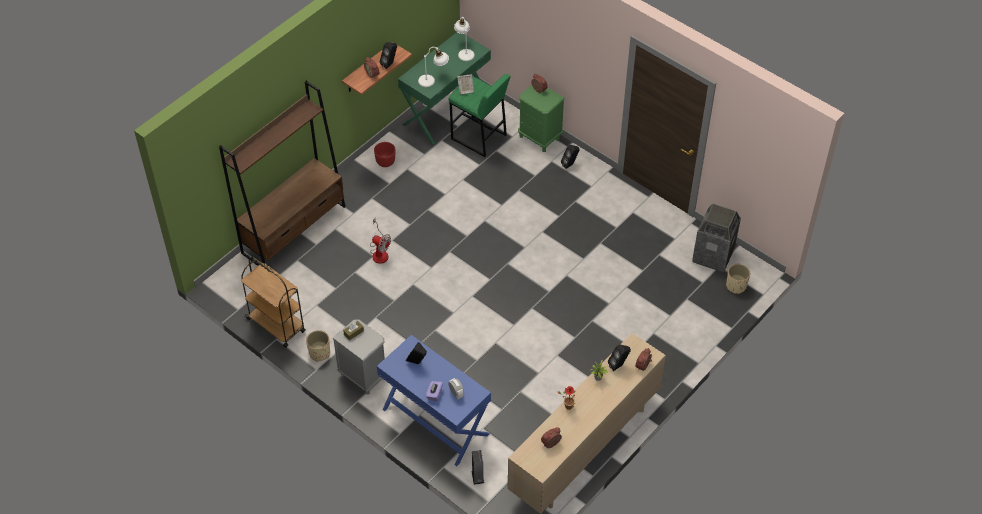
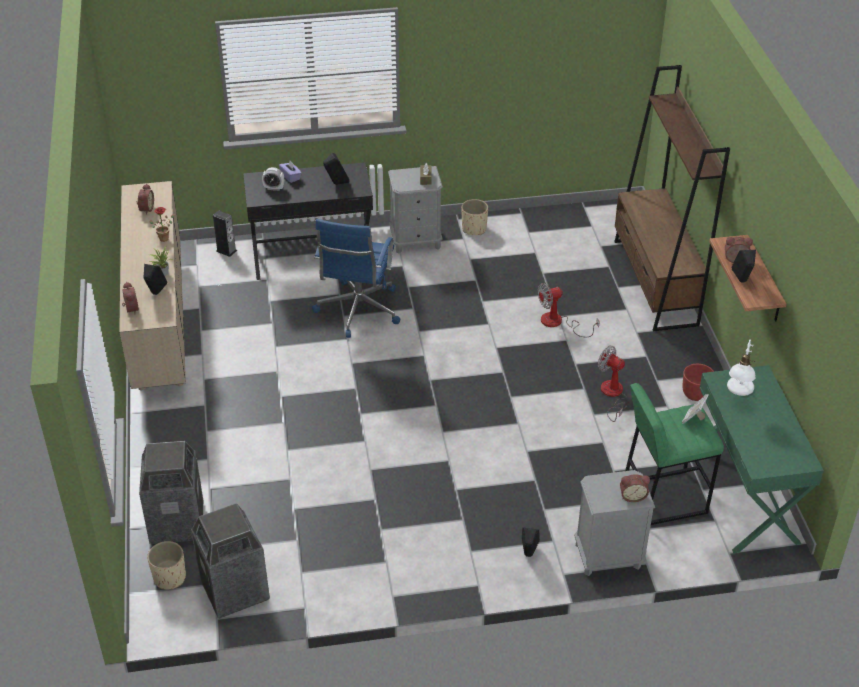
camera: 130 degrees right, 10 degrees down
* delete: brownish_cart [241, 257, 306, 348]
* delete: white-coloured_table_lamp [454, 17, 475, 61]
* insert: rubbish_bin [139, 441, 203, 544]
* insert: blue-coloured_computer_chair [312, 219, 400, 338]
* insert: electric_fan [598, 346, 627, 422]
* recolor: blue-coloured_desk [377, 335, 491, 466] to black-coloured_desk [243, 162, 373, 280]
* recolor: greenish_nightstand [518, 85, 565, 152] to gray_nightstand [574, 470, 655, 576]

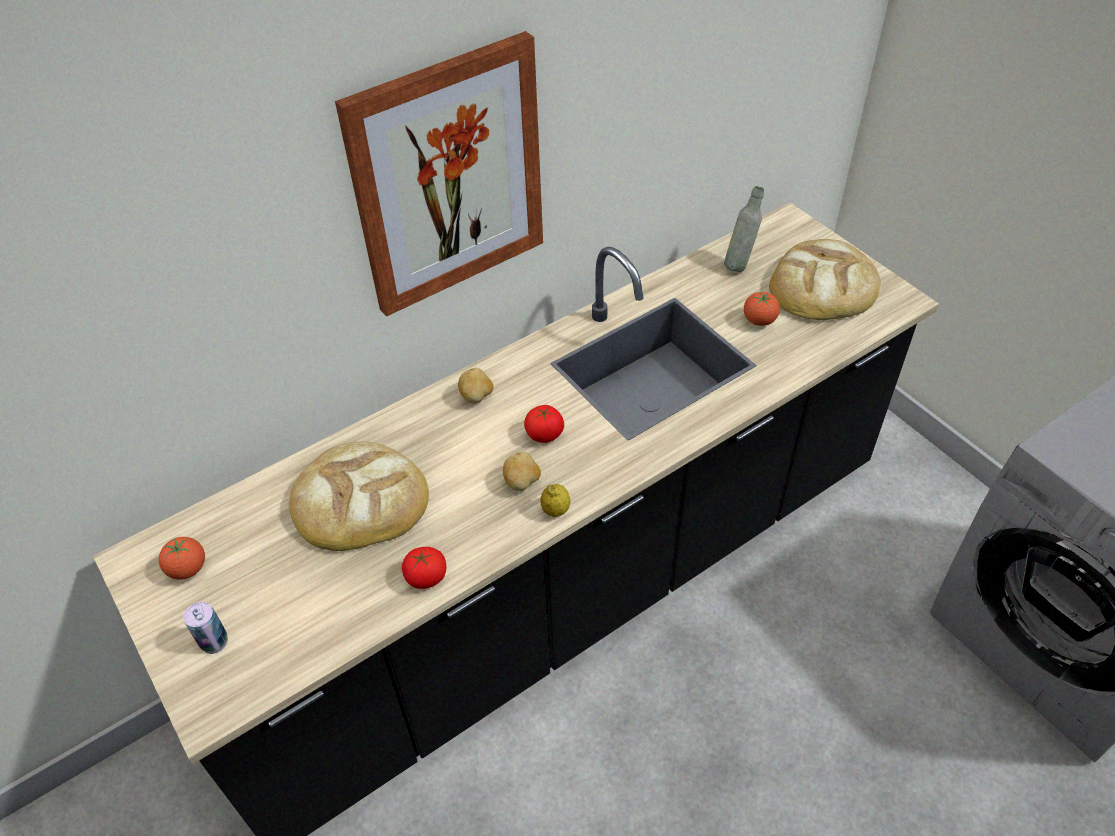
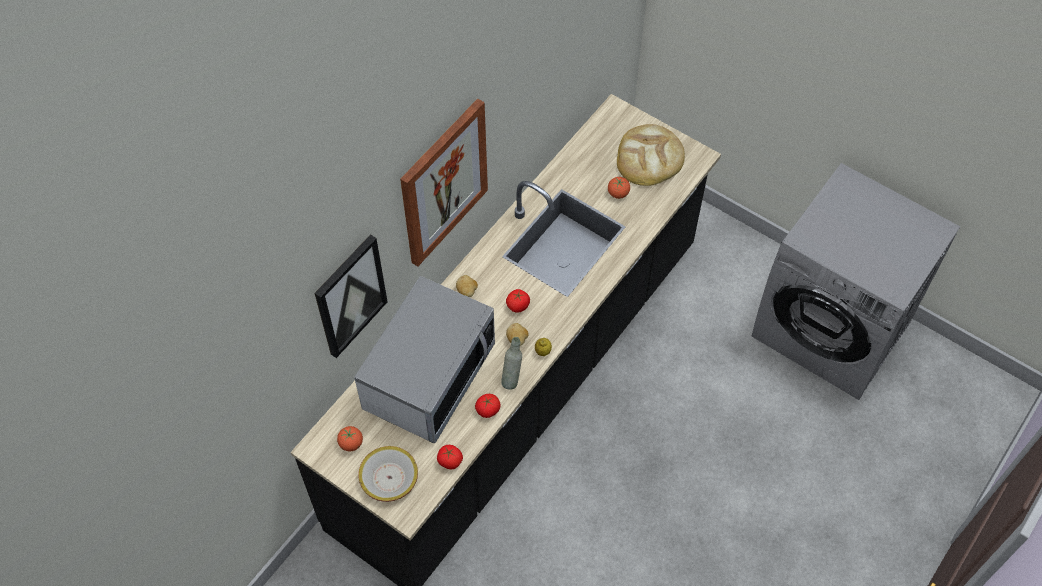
camera: 20 degrees left, 10 degrees up
* insert: wall_picture [315, 234, 388, 358]
* insert: tomato [437, 445, 463, 469]
* move: gray_beverage_bottle [724, 186, 764, 272] to [501, 337, 522, 390]
* replace: sealed_can [183, 602, 228, 654] to serving_bowl [358, 446, 418, 502]
* replace: bakery_bread [289, 442, 429, 551] to microwave_oven [354, 276, 495, 443]

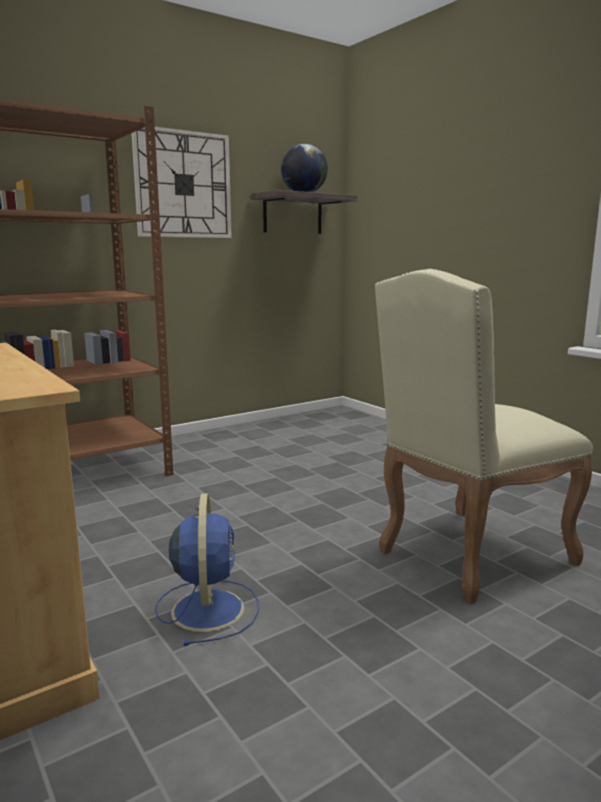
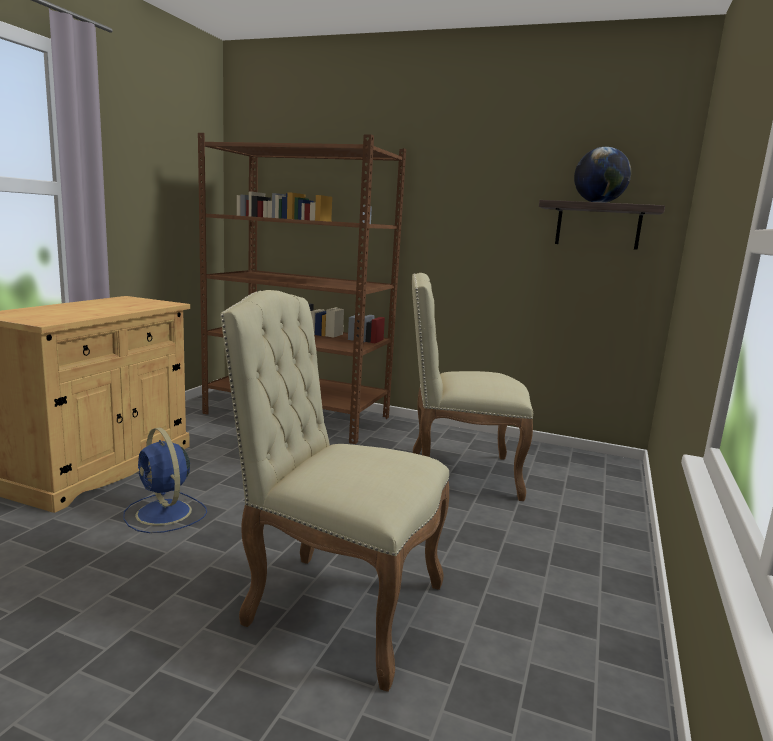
camera: 55 degrees right, 0 degrees up
* delete: hanging_clock [131, 127, 232, 238]
* insert: beige_chair [412, 273, 533, 501]
* rotate: blue-coloured_electric_fan [155, 493, 259, 646] = [123, 427, 207, 533] 90 degrees clockwise

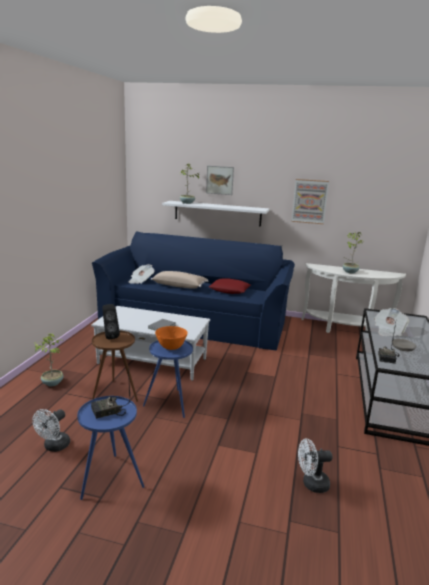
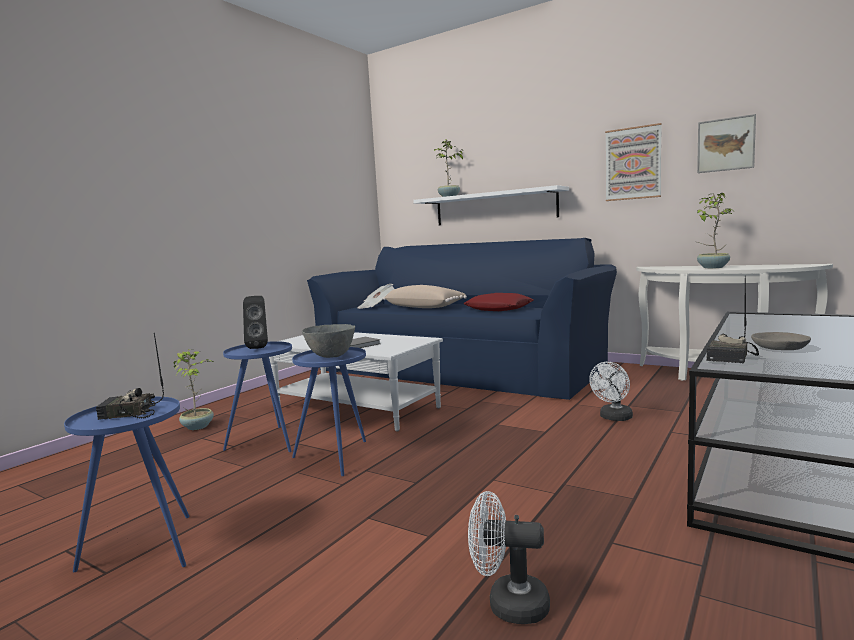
camera: 20 degrees right, 10 degrees down
* delete: daily_paper [374, 308, 410, 336]
* move: white-coloured_electric_fan [32, 409, 70, 452] to [589, 362, 633, 421]
* move: wall_picture [206, 166, 234, 195] to [697, 114, 756, 173]
* recolor: brownish_end_table [92, 330, 138, 402] to blue-coloured_end_table [223, 341, 292, 452]
* recolor: orange-coloured_serving_bowl [155, 326, 188, 350] to gray_serving_bowl [302, 324, 355, 358]

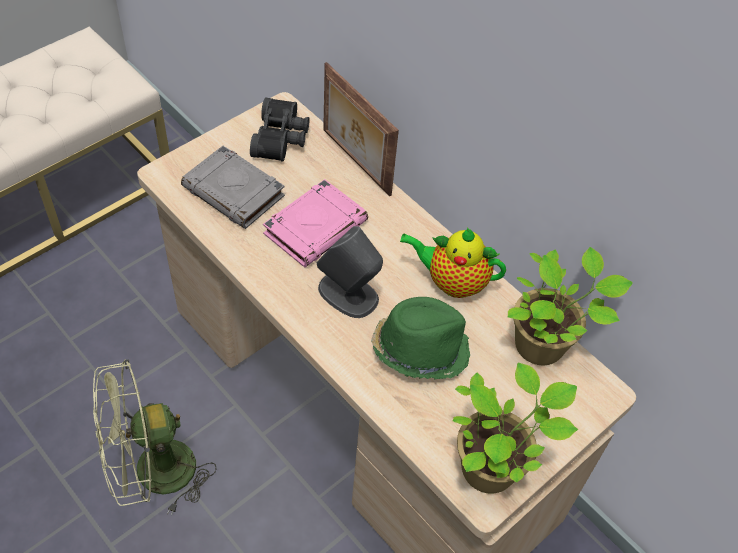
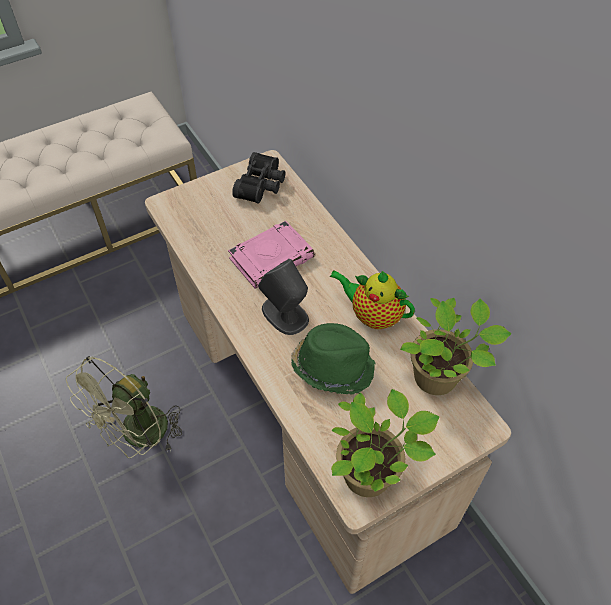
camera: 15 degrees right, 0 degrees up
* delete: gray_volume [181, 146, 285, 229]
* delete: standing_frame [323, 62, 399, 196]
* rotate: greenish_electric_fan [93, 360, 216, 516] = [66, 356, 182, 458] 45 degrees counterclockwise

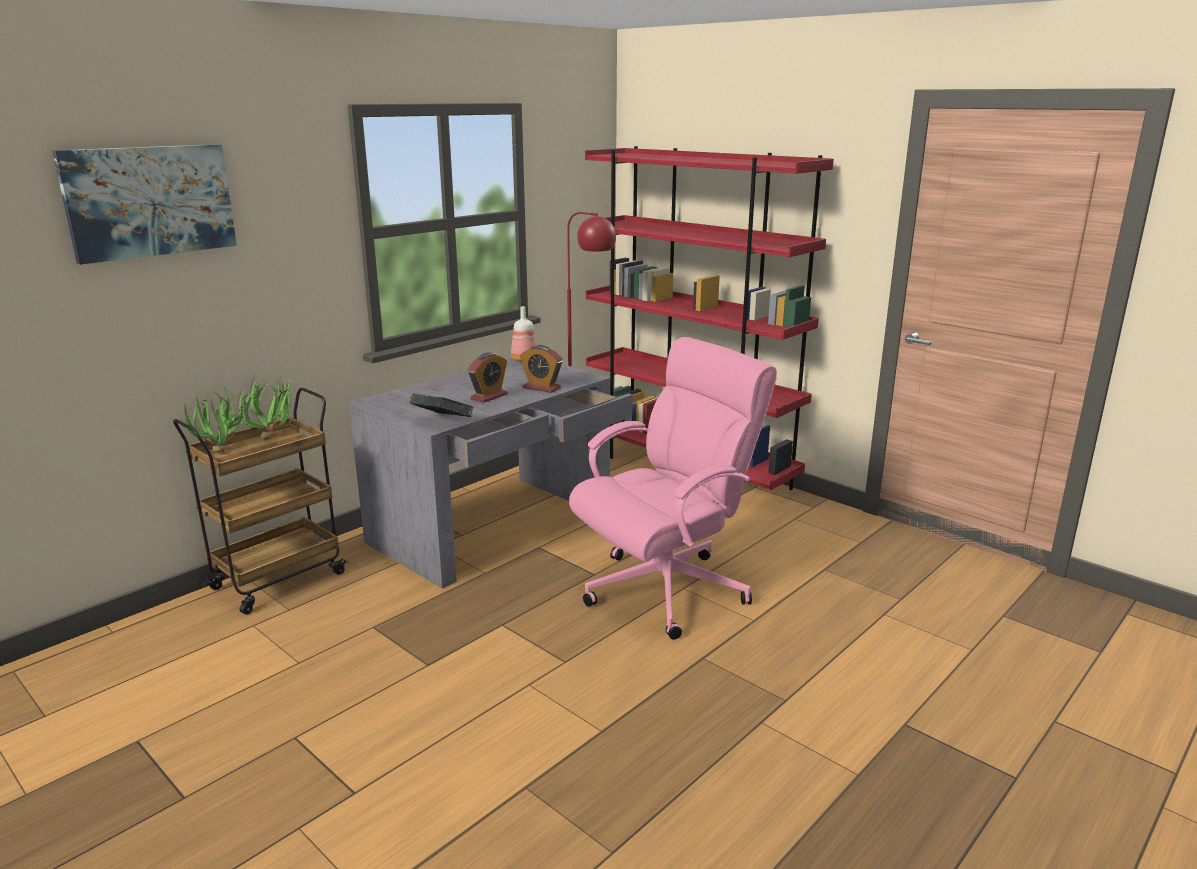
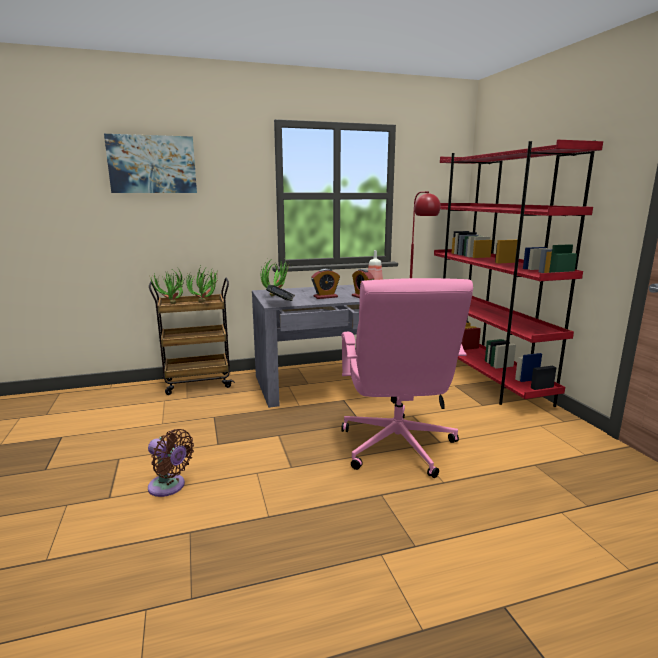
camera: 30 degrees right, 5 degrees down
* insert: brownish_electric_fan [148, 429, 194, 497]
* insert: houseplant [261, 260, 289, 296]
* rotate: pink-coloured_computer_chair [569, 337, 777, 639] = [341, 278, 473, 478] 90 degrees clockwise

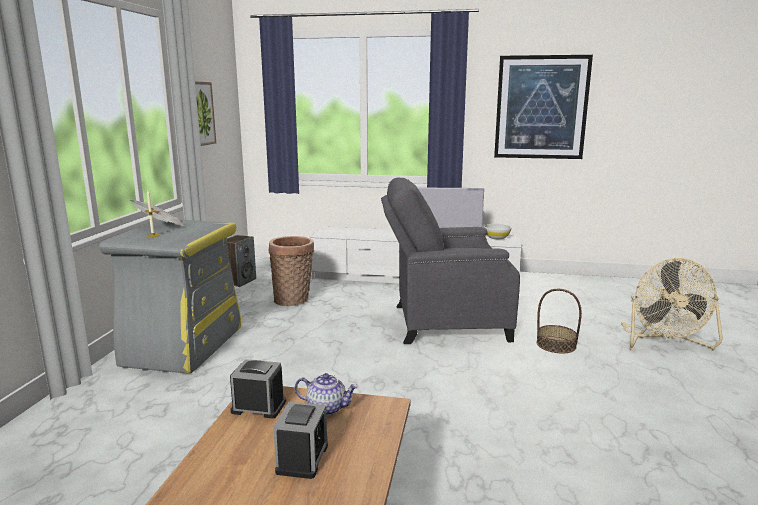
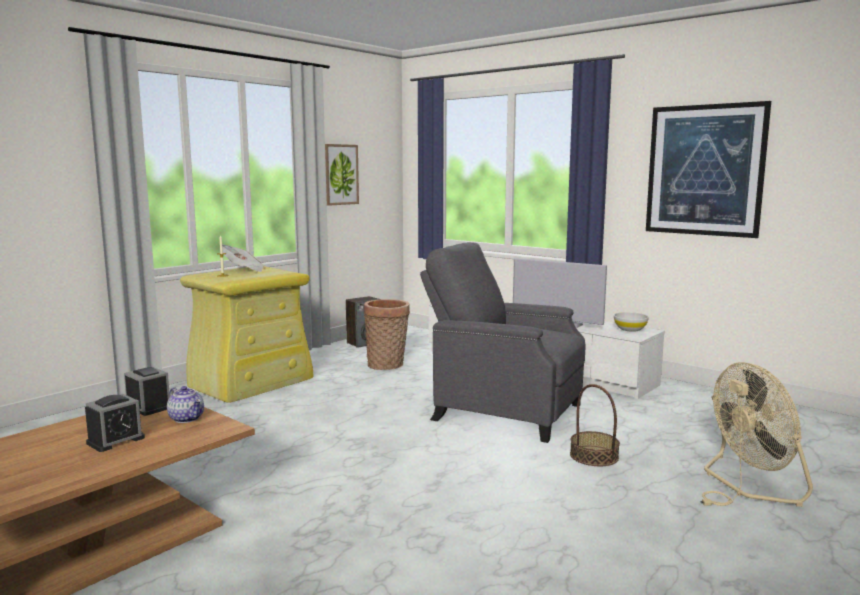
camera: 30 degrees right, 5 degrees down
* recolor: gray_nightstand [99, 219, 241, 373] to yellow-coloured_nightstand [180, 266, 314, 403]
* rotate: beige_electric_fan [621, 258, 723, 351] = [700, 362, 813, 507] 135 degrees counterclockwise

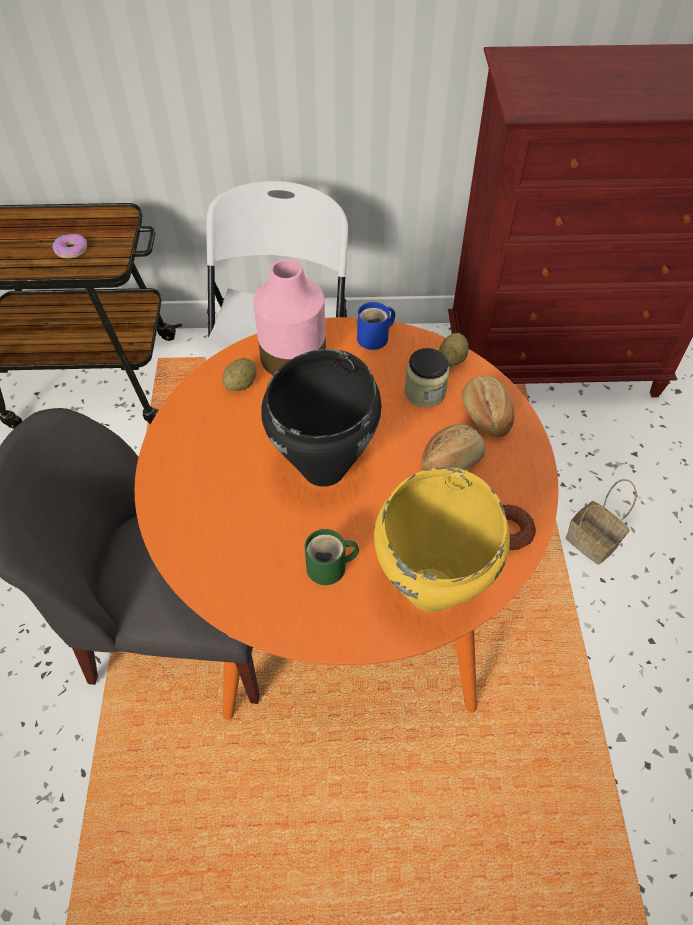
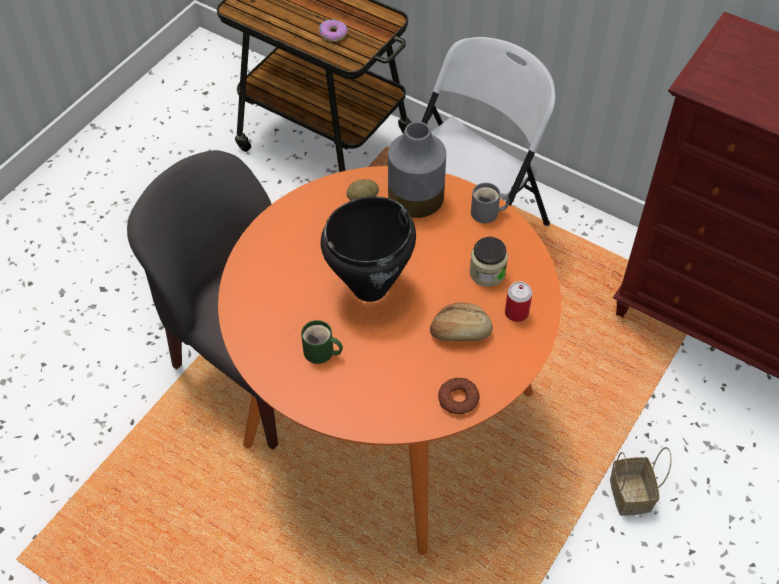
camera: 35 degrees right, 0 degrees up
* delete: yellow-coloured_stockpot [374, 467, 510, 612]
* delete: spud [439, 333, 469, 367]
* replace: bakery_bread [462, 376, 515, 437] to sealed_can [505, 281, 532, 322]
* recolor: pink-coloured_vase [253, 259, 326, 375] to gray_vase [388, 122, 446, 218]
* recolor: blue-coloured_mug [357, 302, 395, 350] to gray_mug [471, 183, 509, 223]

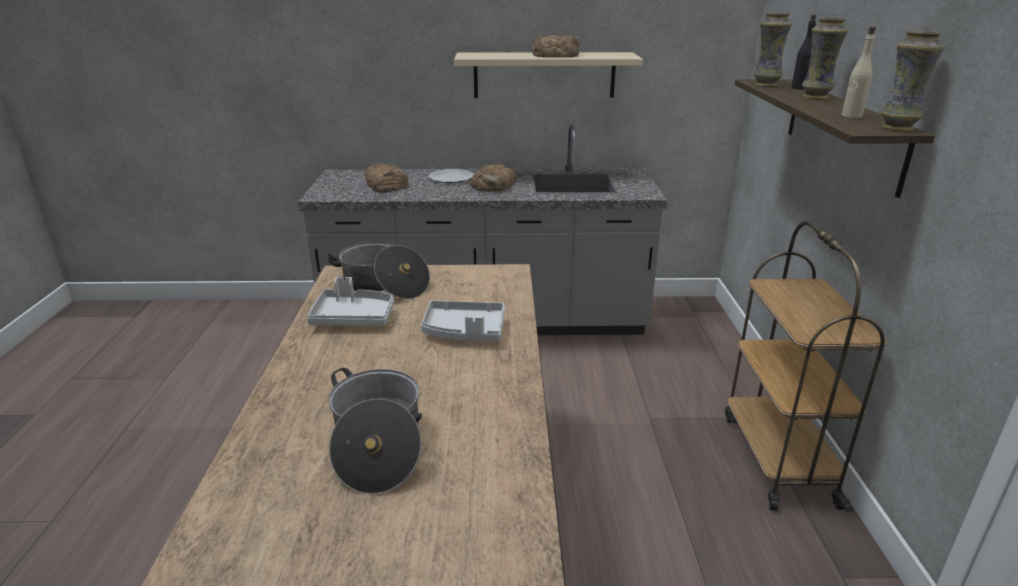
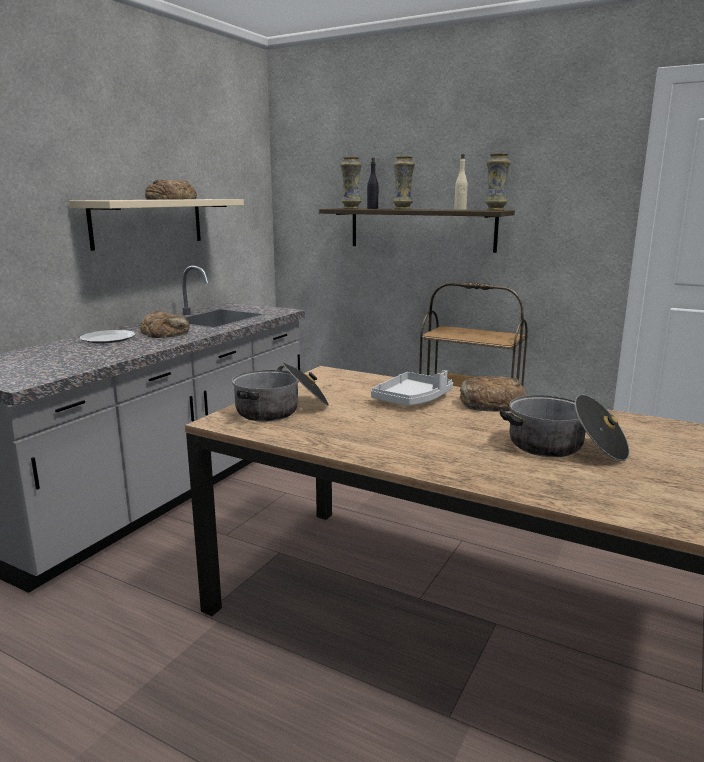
camera: 60 degrees left, 10 degrees down
* delete: gray_tray [307, 277, 394, 326]
* move: bakery_bread [365, 163, 409, 193] to [460, 376, 527, 412]

